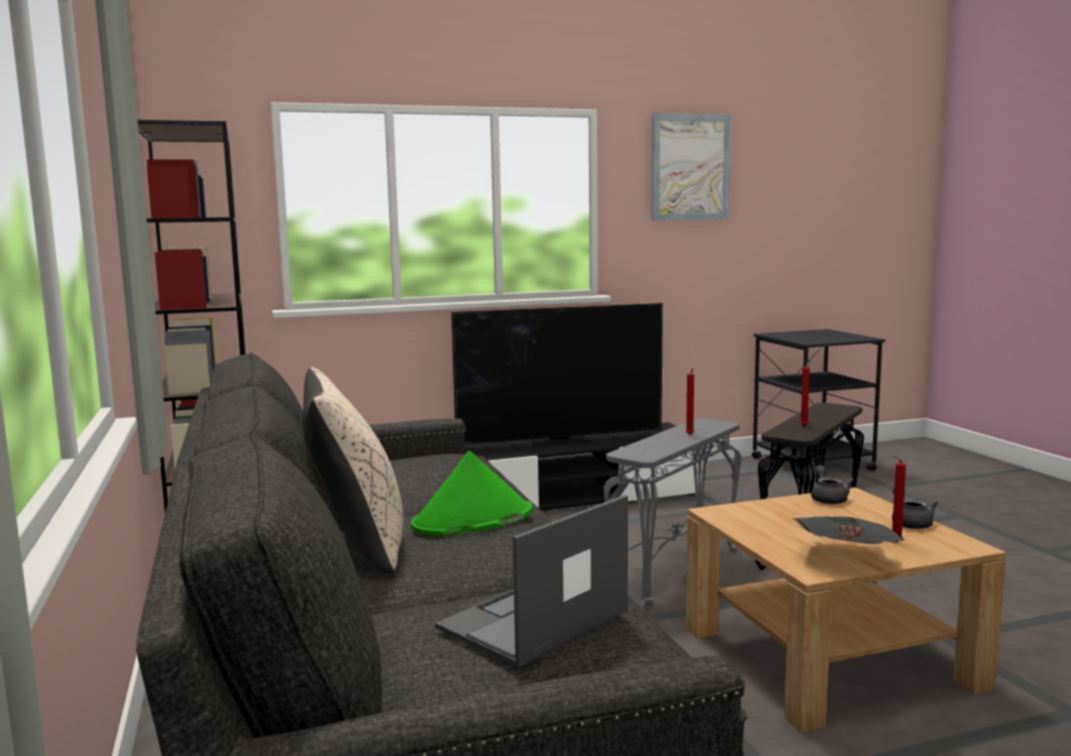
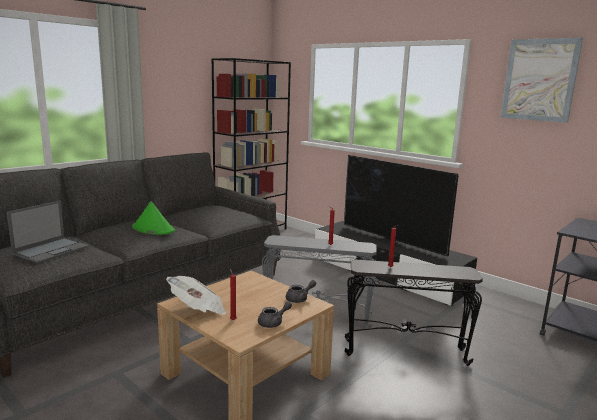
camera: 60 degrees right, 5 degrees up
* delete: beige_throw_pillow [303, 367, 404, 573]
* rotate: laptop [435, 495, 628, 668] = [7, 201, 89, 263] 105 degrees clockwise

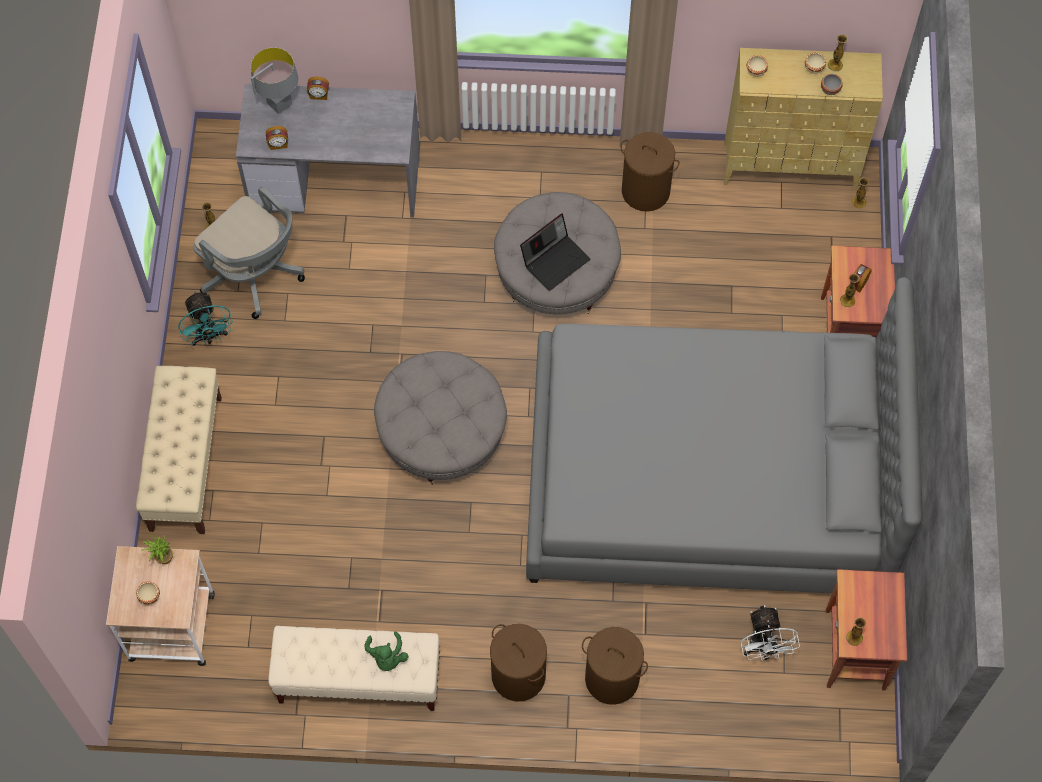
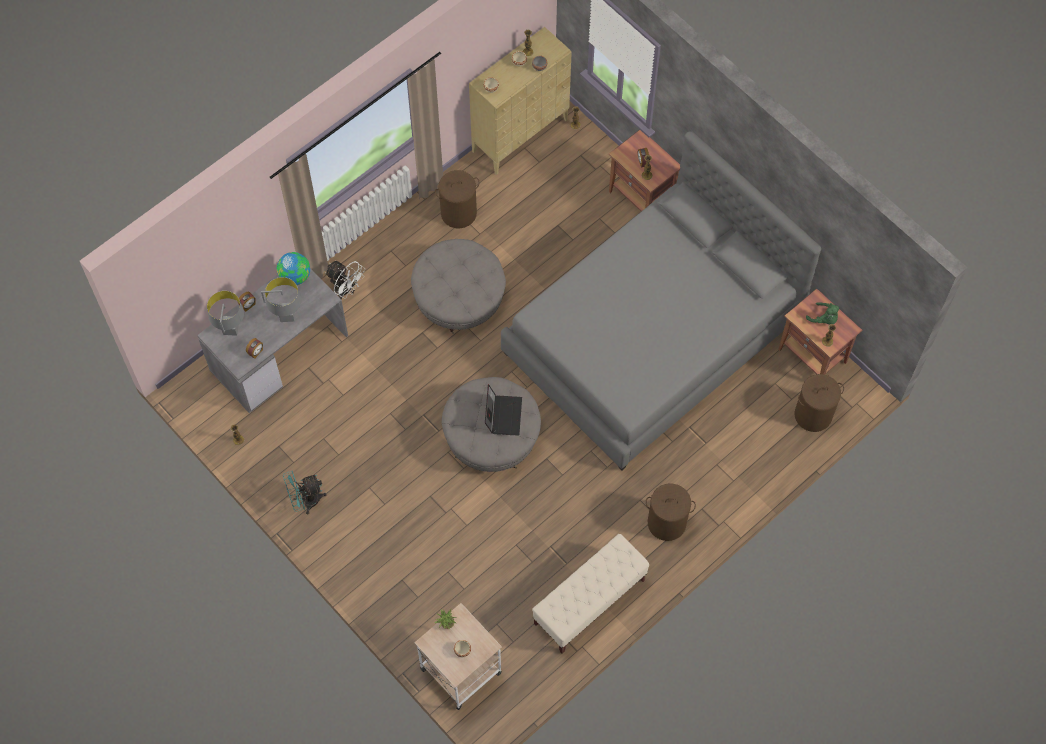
camera: 45 degrees left, 0 degrees up
* delete: beige_long_seat [136, 366, 222, 534]
* delete: gray_computer_chair [193, 186, 305, 319]
* insert: gray_table_lamp [261, 277, 302, 322]
* insert: desk_globe [277, 252, 310, 285]
* move: greenish_plush_toy [365, 632, 408, 671] to [806, 302, 839, 324]
* move: laptop [520, 213, 590, 291] to [485, 384, 522, 436]
* move: brownish_laundry_basket [582, 627, 648, 705] to [795, 374, 844, 432]
* move: white-coloured_electric_fan [741, 605, 800, 661] to [325, 261, 365, 299]
* rotate: blue-green_electric_fan [178, 291, 233, 346] = [283, 471, 327, 515] 135 degrees clockwise

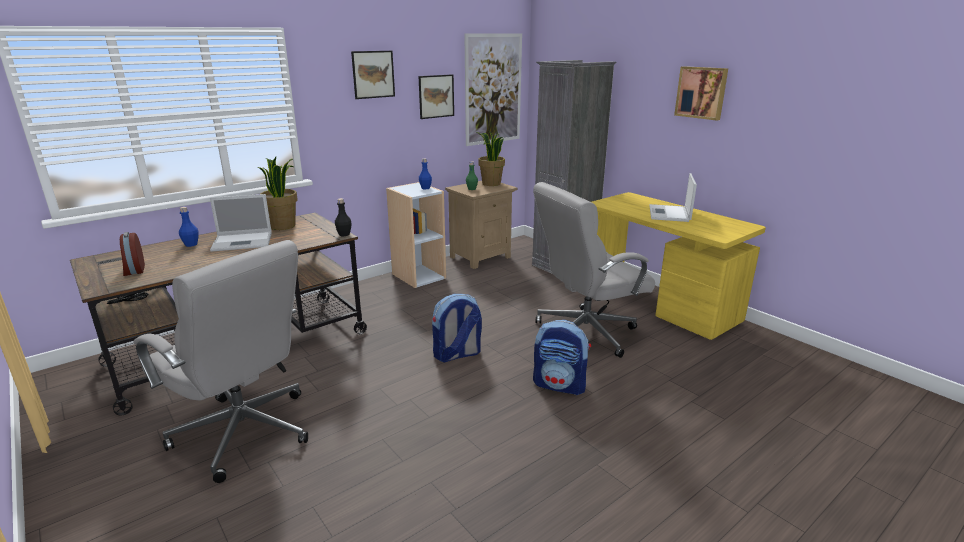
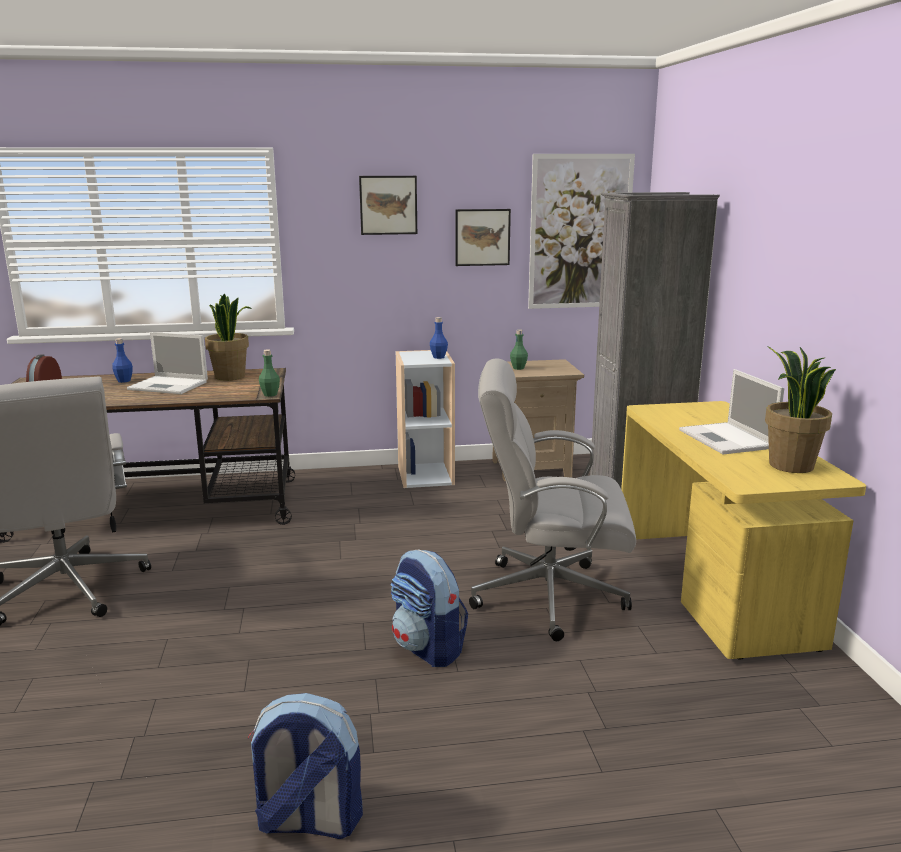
camera: 30 degrees right, 5 degrees down
* delete: wall_picture [674, 66, 728, 121]
* move: knapsack [432, 294, 482, 362] to [248, 693, 363, 839]
* move: houseplant [475, 131, 505, 186] to [765, 346, 836, 473]
* recolor: black-coloured_beverage_bottle [335, 198, 352, 236] to greenish_beverage_bottle [259, 350, 280, 397]
* rotate: laptop [649, 173, 697, 222] = [679, 369, 784, 454] 60 degrees counterclockwise

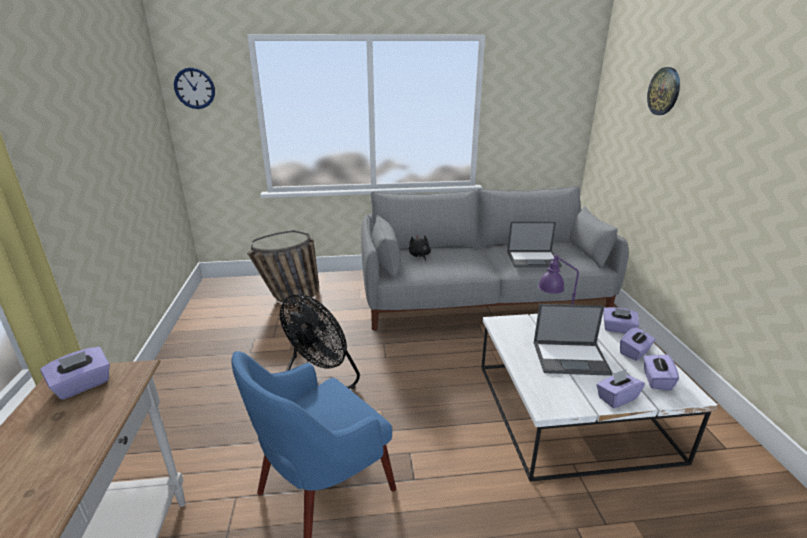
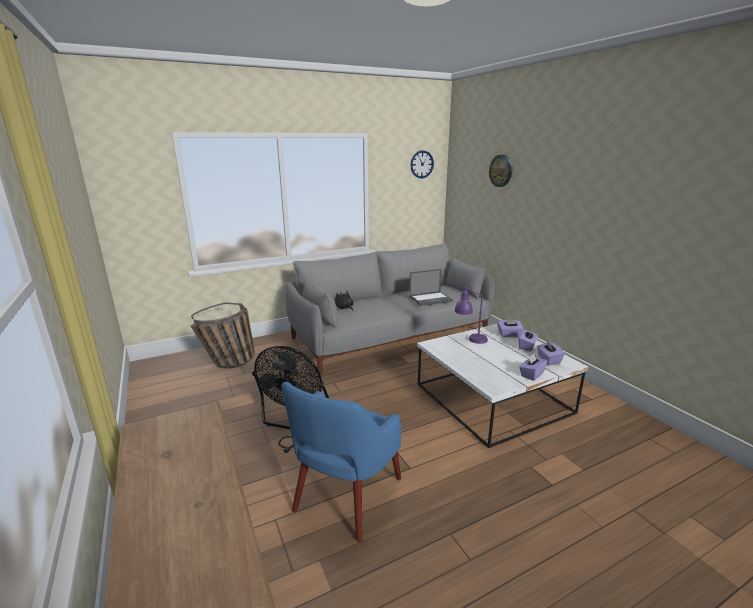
camera: 20 degrees left, 5 degrees down
* delete: purplish_tissue_holder [40, 347, 110, 400]
* delete: laptop [534, 304, 613, 376]
* move: hanging_clock [174, 68, 215, 109] to [411, 150, 434, 179]

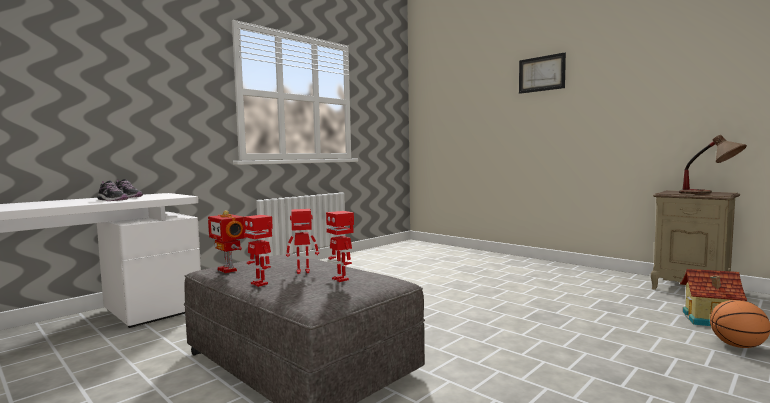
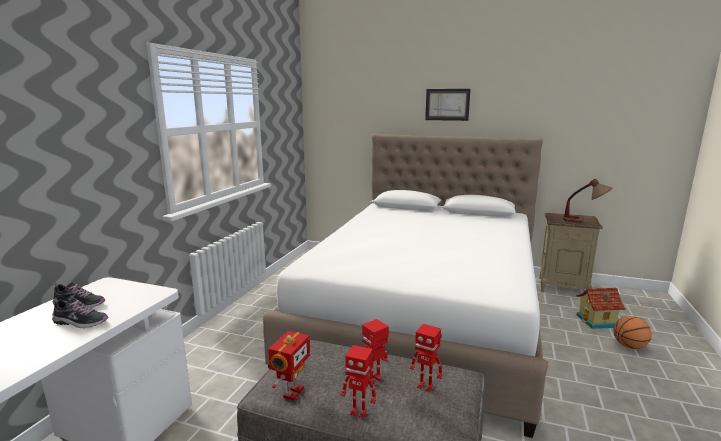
camera: 25 degrees left, 10 degrees up
* insert: white-coloured_sleeping_bed [263, 134, 548, 438]
* rotate: model_robot [208, 210, 246, 273] = [268, 331, 310, 401] 90 degrees counterclockwise

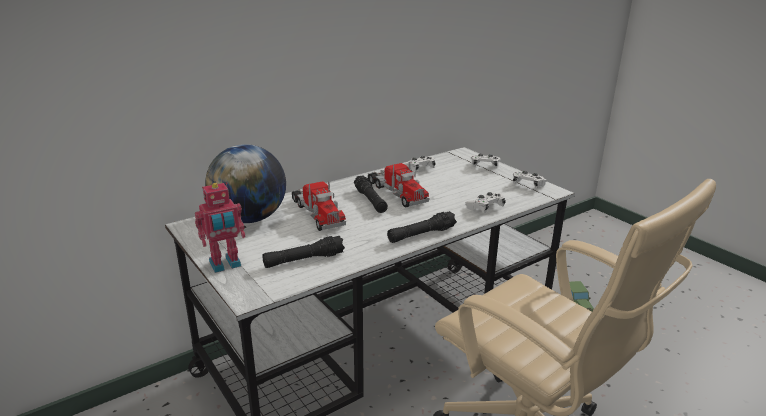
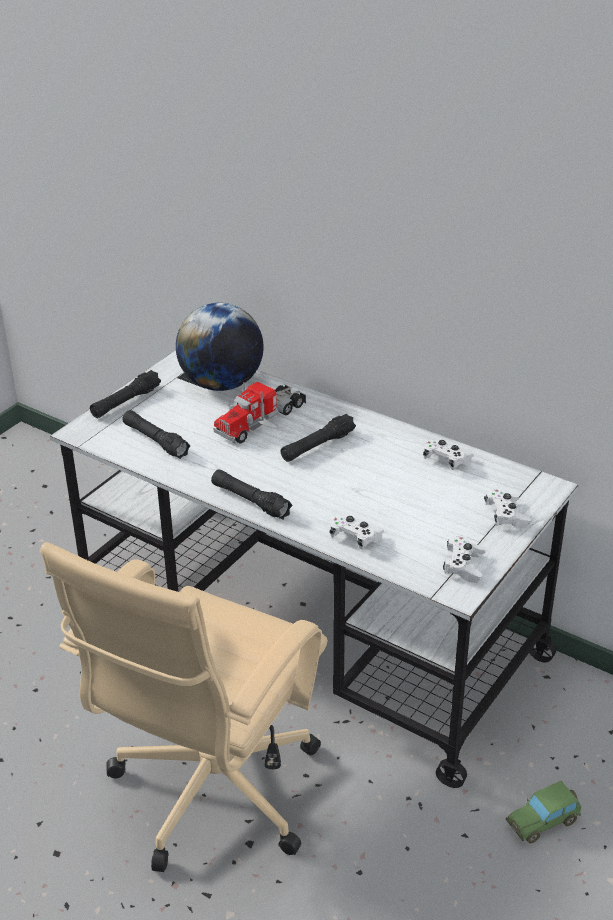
camera: 70 degrees right, 10 degrees up
* delete: toy_lorry [368, 162, 430, 207]
* replace: model_robot [195, 182, 245, 273] to black-coloured_torch [90, 370, 161, 418]

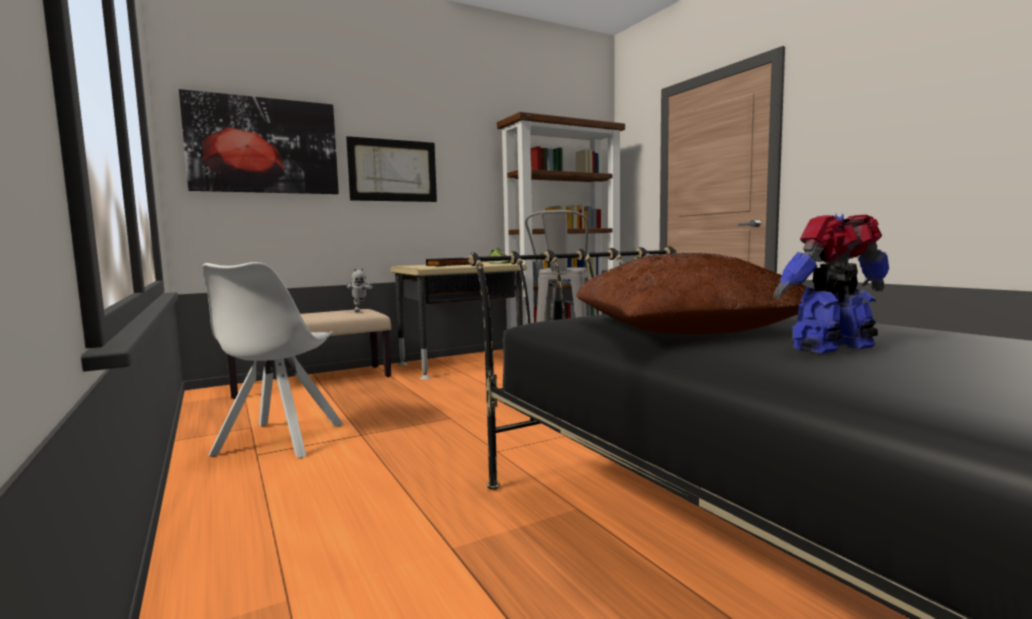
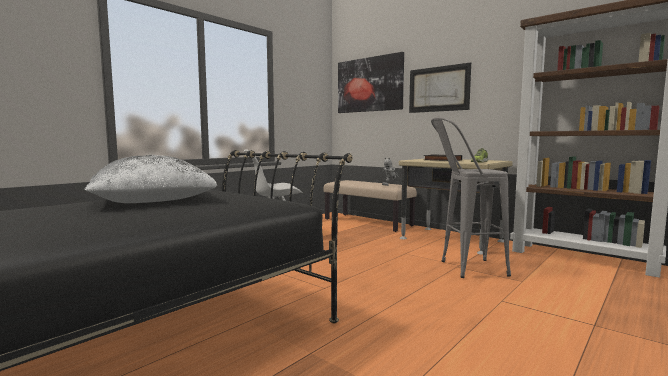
camera: 70 degrees right, 0 degrees up
* delete: model_robot [773, 214, 889, 353]
* recolor: brownish_throw_pillow [576, 252, 806, 334] to white-coloured_throw_pillow [84, 155, 217, 203]

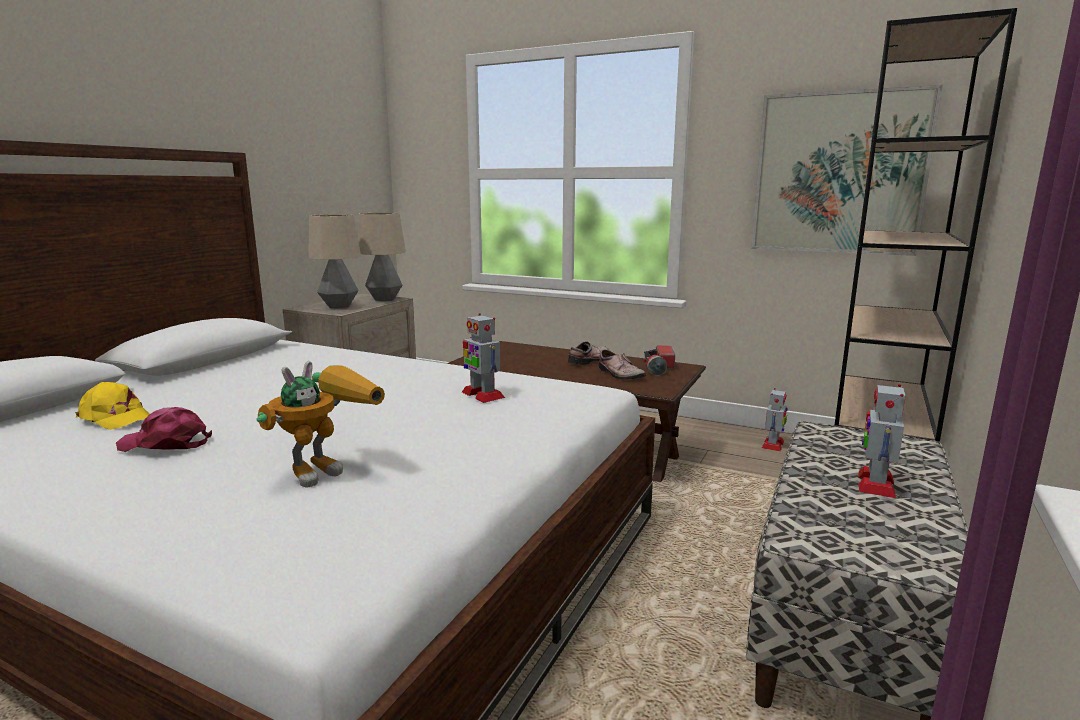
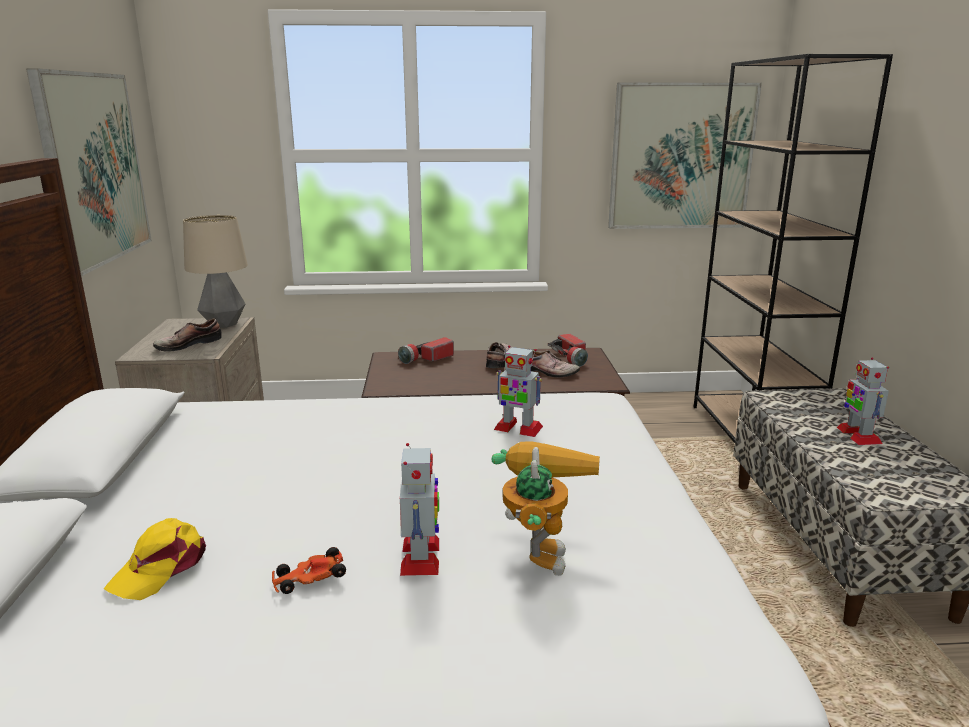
camera: 30 degrees left, 5 degrees up
* insert: wall_picture [26, 68, 152, 276]
* insert: torch [398, 337, 454, 364]
* move: model_robot [762, 388, 788, 451] to [400, 443, 439, 576]
* replace: pink-coloured_peaked_cap [116, 407, 212, 452] to toy_car [272, 547, 346, 594]
* replace: table_lamp [308, 214, 361, 309] to low_shoe [153, 318, 222, 352]
* rotate: yellow-coloured_peaked_cap [75, 382, 150, 430] = [103, 518, 206, 600] 120 degrees clockwise

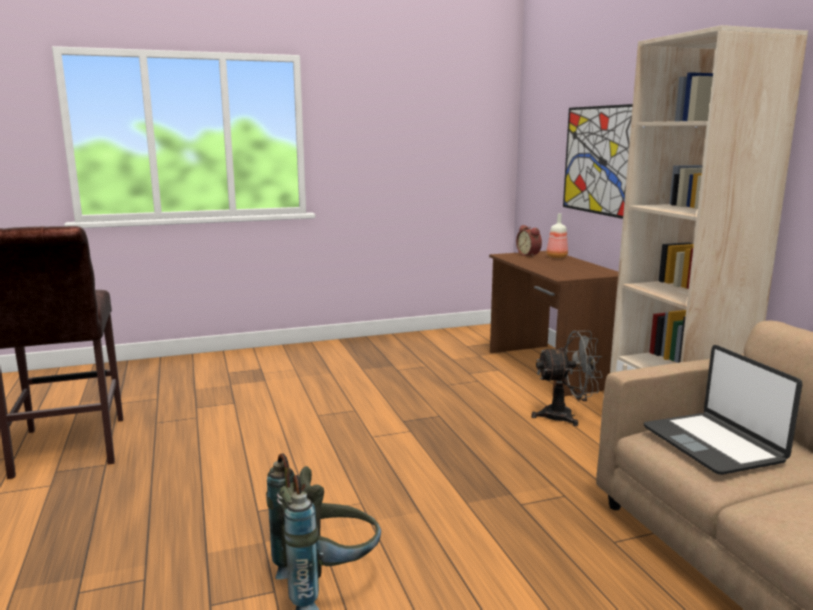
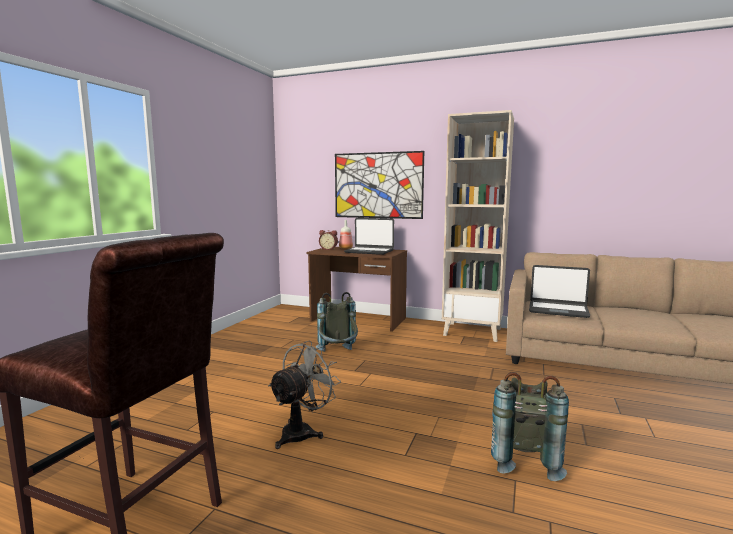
camera: 50 degrees left, 5 degrees down
* insert: gray_knapsack [316, 292, 358, 352]
* insert: laptop [344, 218, 394, 255]
* move: gray_electric_fan [531, 331, 602, 426] to [268, 340, 341, 449]

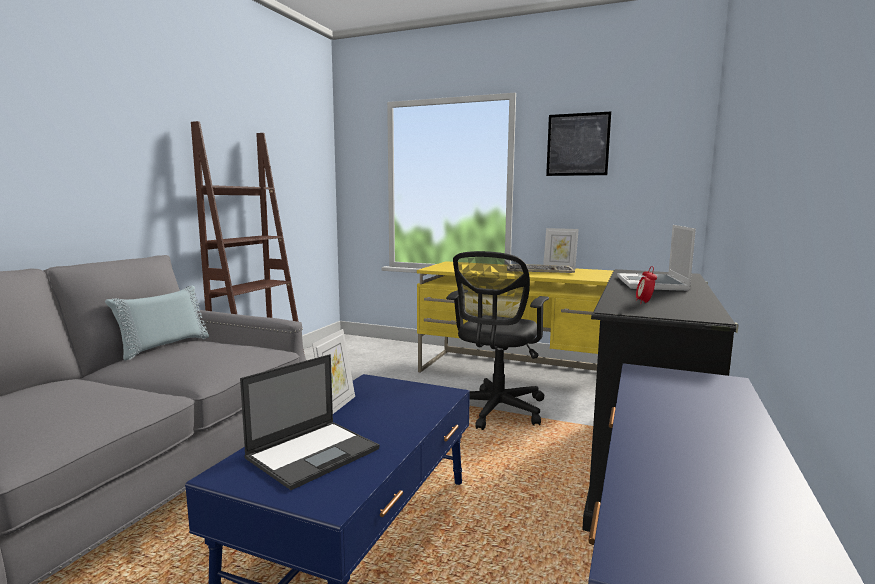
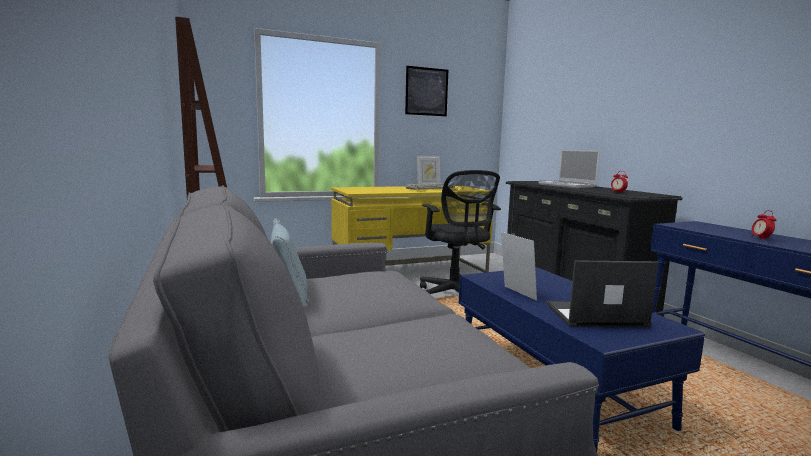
camera: 45 degrees left, 0 degrees up
* insert: table_clock [751, 210, 776, 240]
* rotate: laptop [240, 354, 379, 490] = [546, 260, 658, 328] 90 degrees counterclockwise

